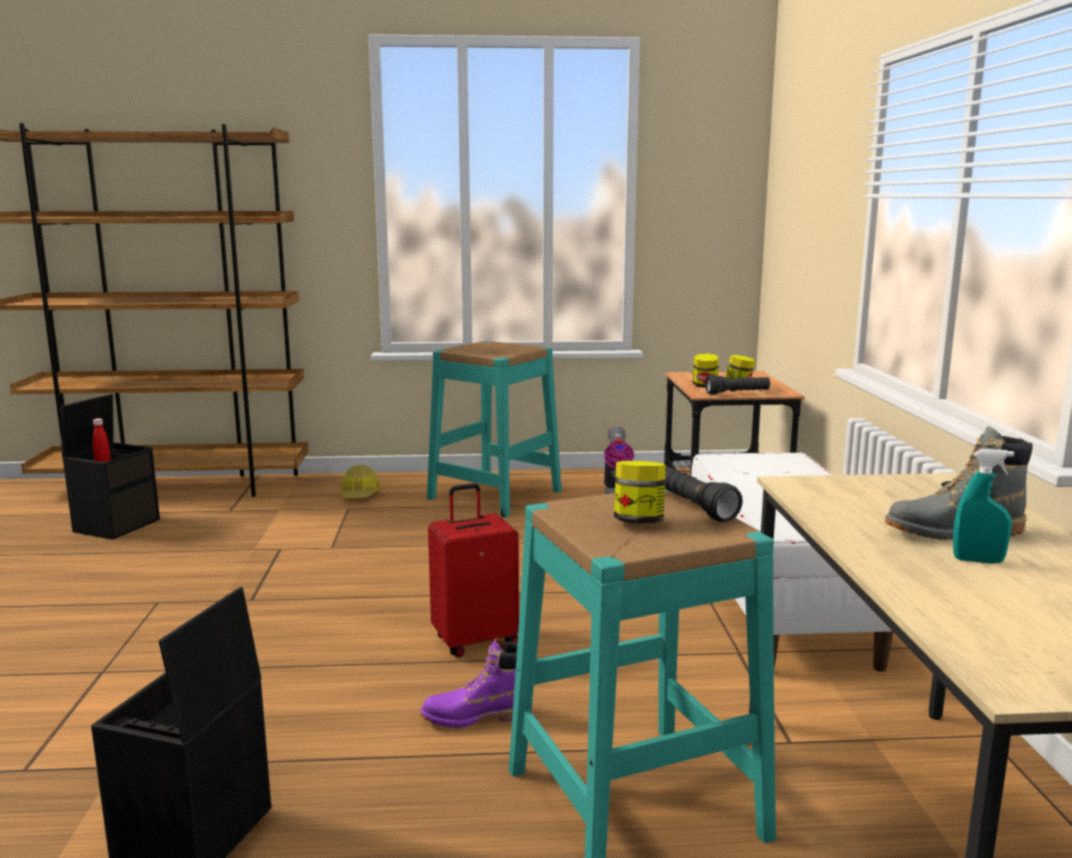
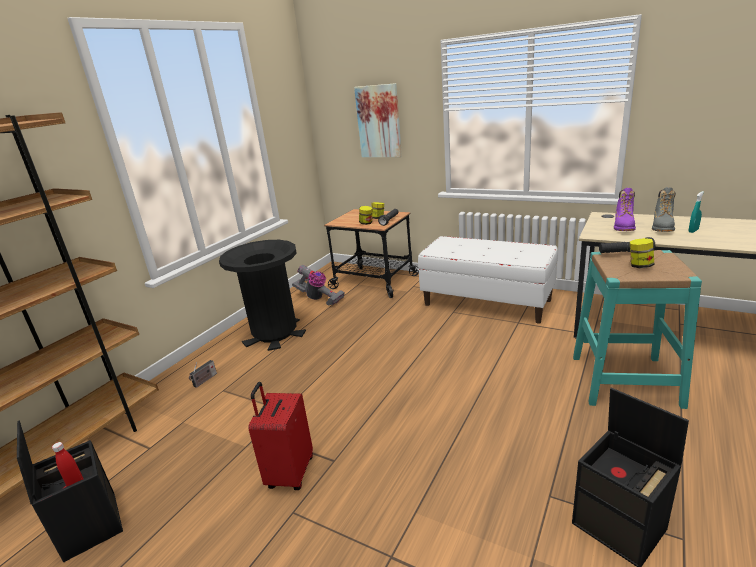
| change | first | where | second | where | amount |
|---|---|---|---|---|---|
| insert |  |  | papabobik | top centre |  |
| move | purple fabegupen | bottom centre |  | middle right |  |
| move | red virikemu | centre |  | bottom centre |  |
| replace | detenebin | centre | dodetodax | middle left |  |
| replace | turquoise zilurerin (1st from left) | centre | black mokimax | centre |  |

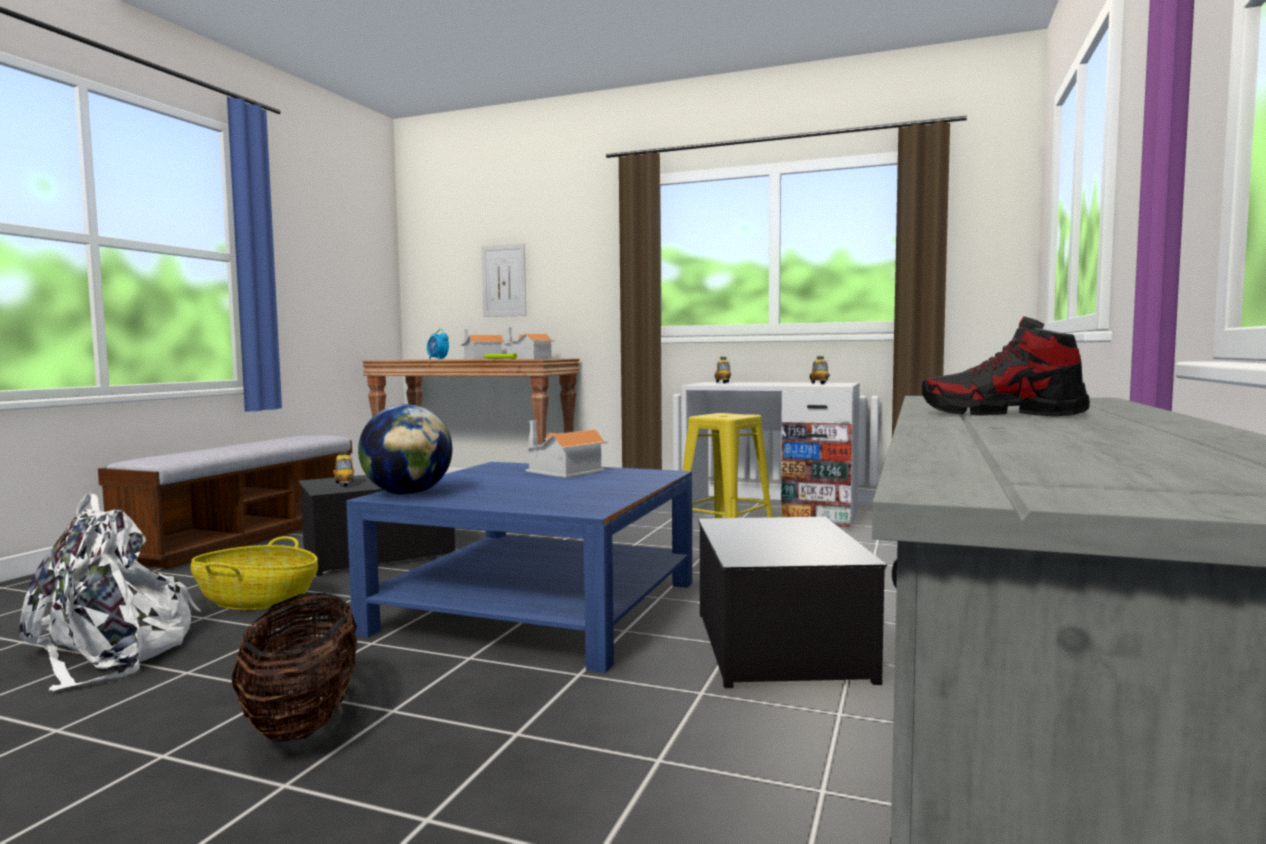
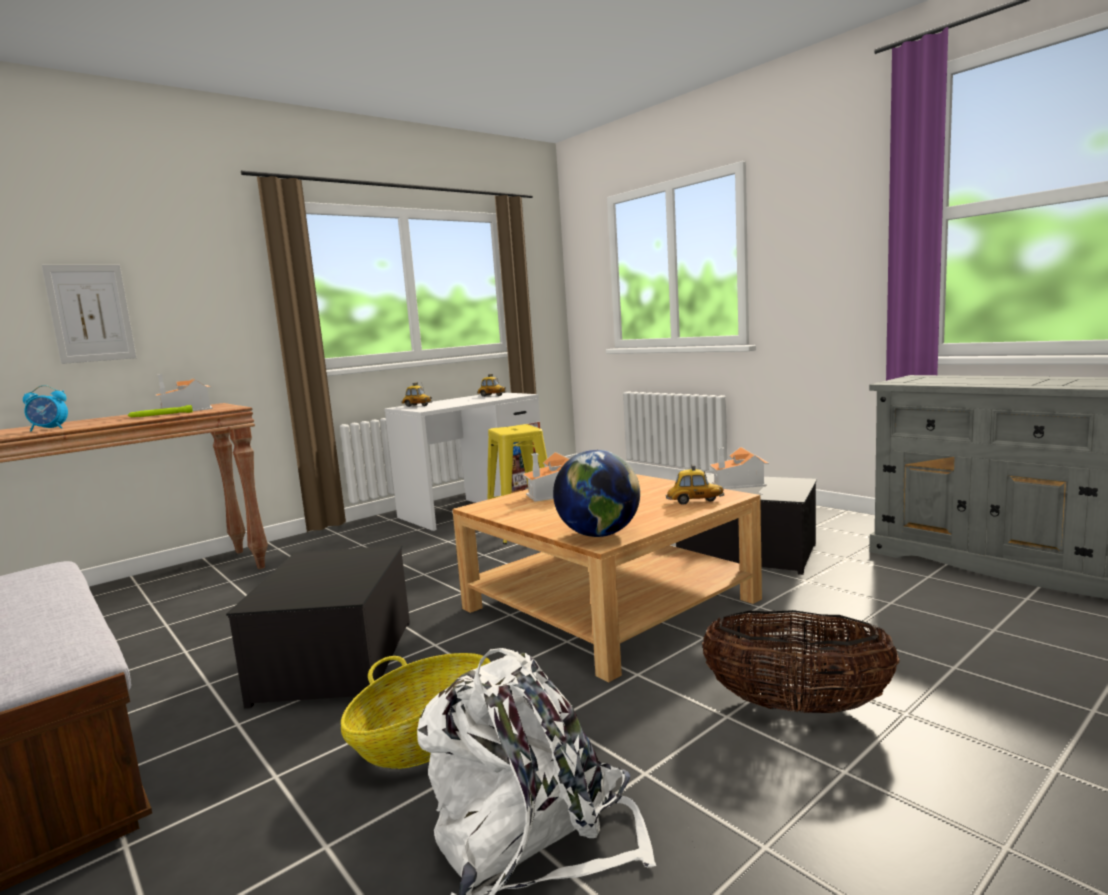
| change | first | where | second | where | amount |
|---|---|---|---|---|---|
| delete | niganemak | middle right |  |  |  |
| move | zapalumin (1st from left in the first image) | middle left | zapalumin (3rd from left) | centre |  |
| move | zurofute (1st from left in the first image) | centre | zurofute (3rd from left) | middle right |  |
| recolor | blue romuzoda | bottom centre | beige romuzoda | centre |  |

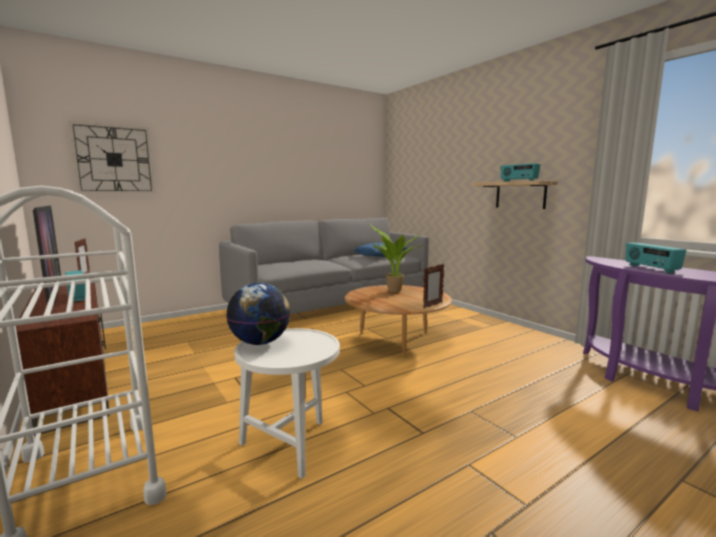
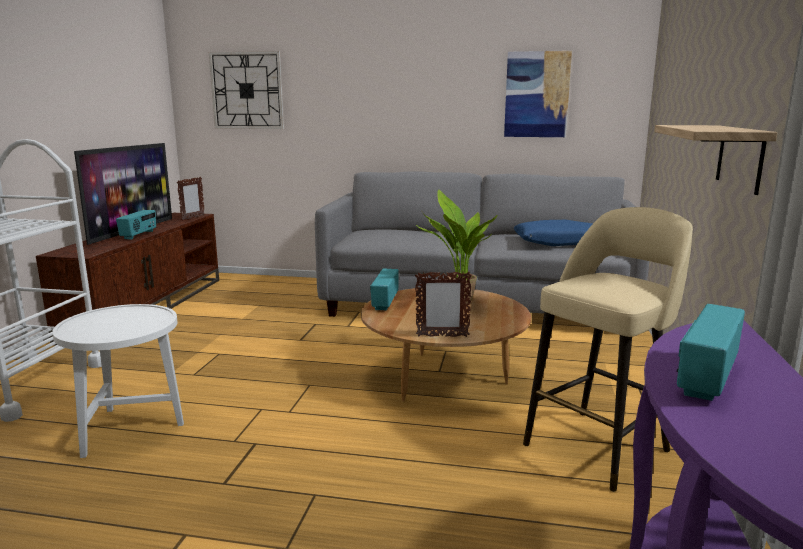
| change | first | where | second | where | amount |
|---|---|---|---|---|---|
| delete | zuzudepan | centre |  |  |  |
| insert |  |  | papabobik | top right |  |
| insert |  |  | beige zilurerin | middle right |  |
| move | dodetodax (2nd from left) | top right |  | centre |  |

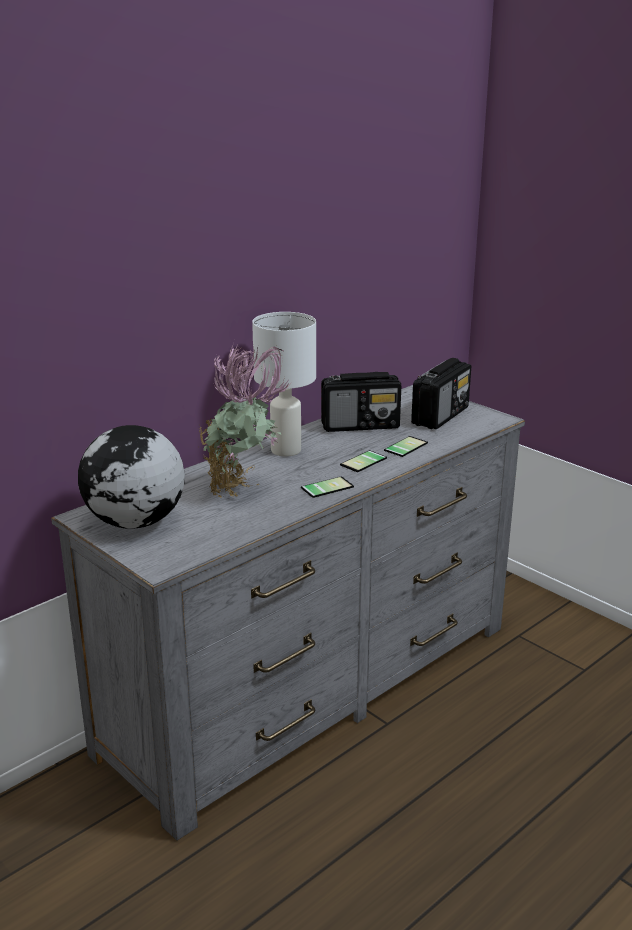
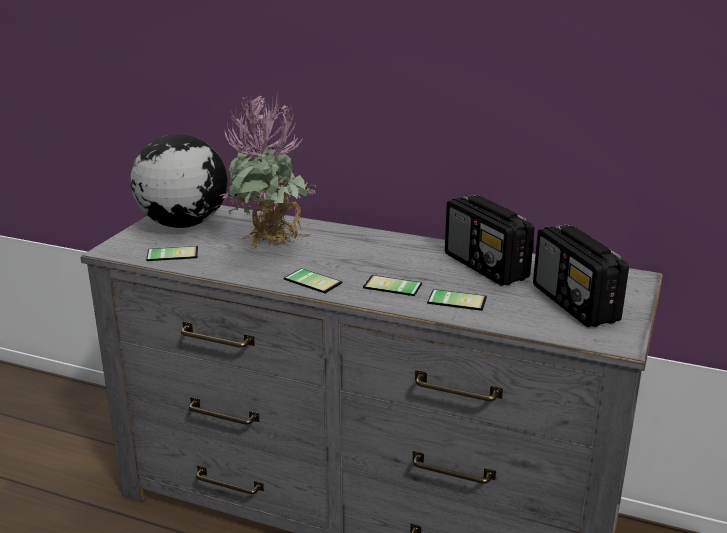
| change | first | where | second | where | amount |
|---|---|---|---|---|---|
| delete | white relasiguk | centre |  |  |  |
| insert |  |  | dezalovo (1st from left) | middle left |  |
| rotate | dodetodax (2nd from left) | middle right |  | middle right | 60 degrees clockwise |

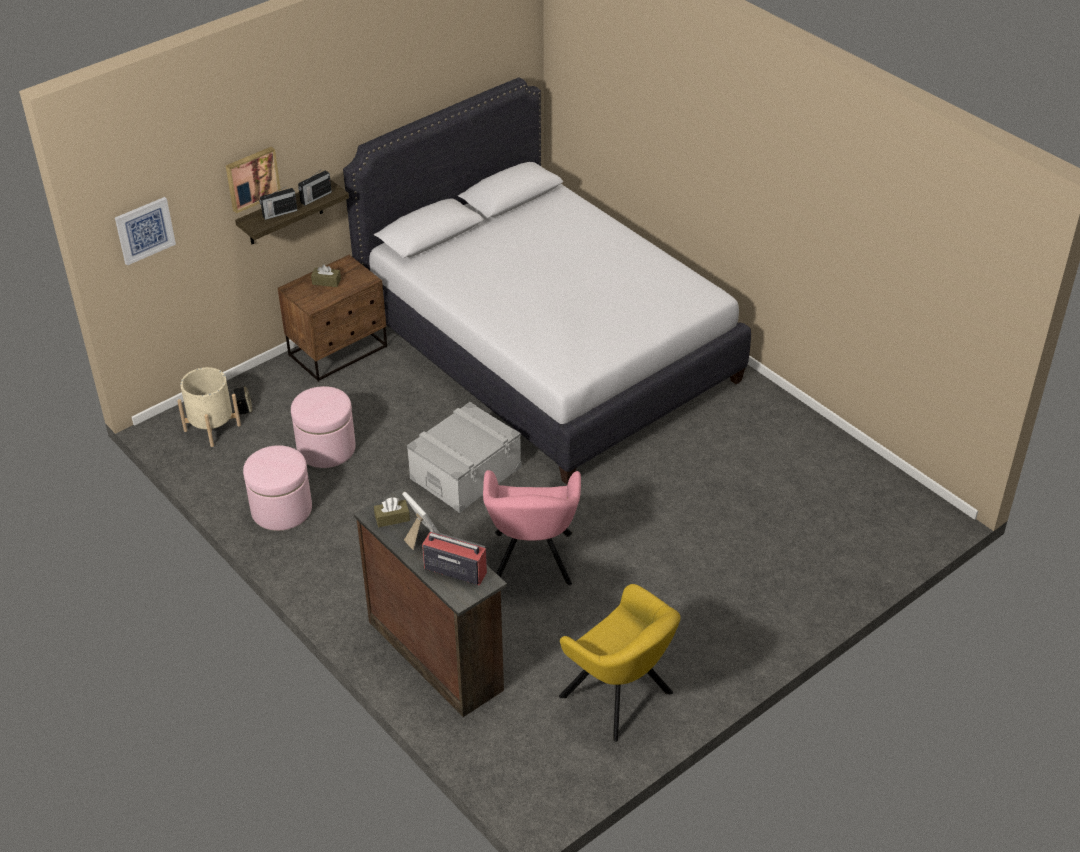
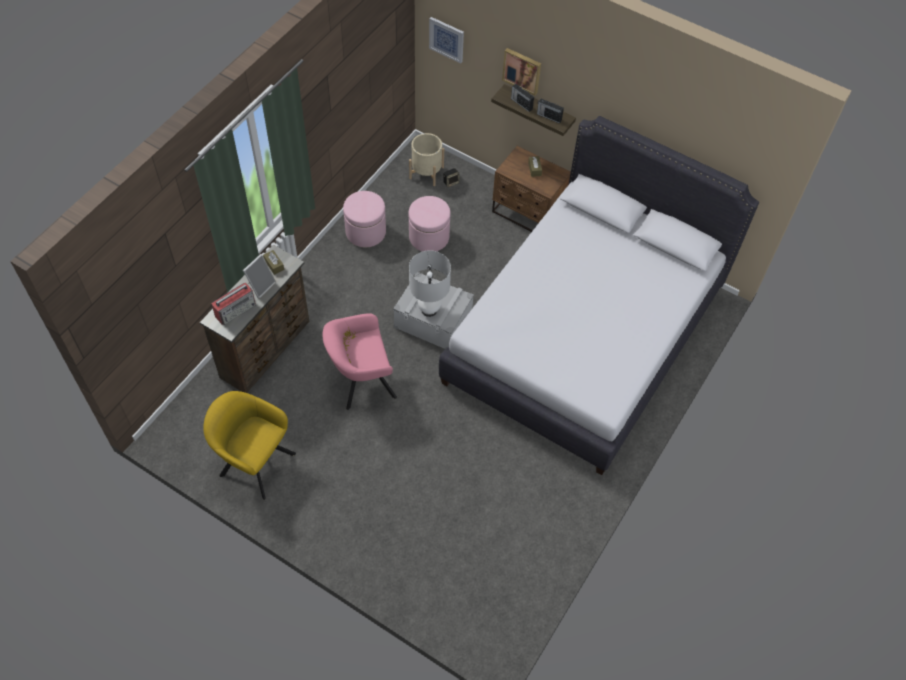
| change | first | where | second | where | amount |
|---|---|---|---|---|---|
| insert |  |  | white relasiguk | centre |  |
| rotate | dodetodax (3rd from left in the first image) | centre | dodetodax (1st from left) | middle left | 45 degrees clockwise |
| rotate | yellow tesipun | bottom centre |  | middle left | 90 degrees clockwise |

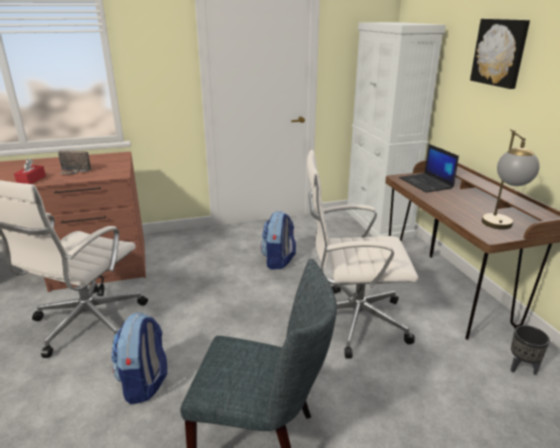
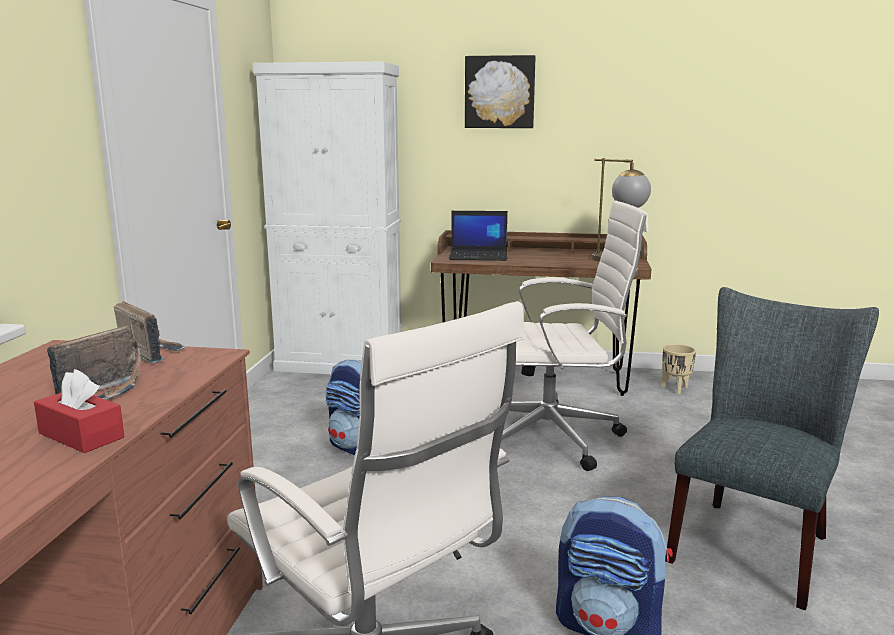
| change | first | where | second | where | amount |
|---|---|---|---|---|---|
| insert |  |  | dodetodax (2nd from left) | middle left |  |
| recolor | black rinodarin | bottom right | beige rinodarin | middle right |  |
| rotate | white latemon (2nd from left) | centre |  | centre | 120 degrees counterclockwise |

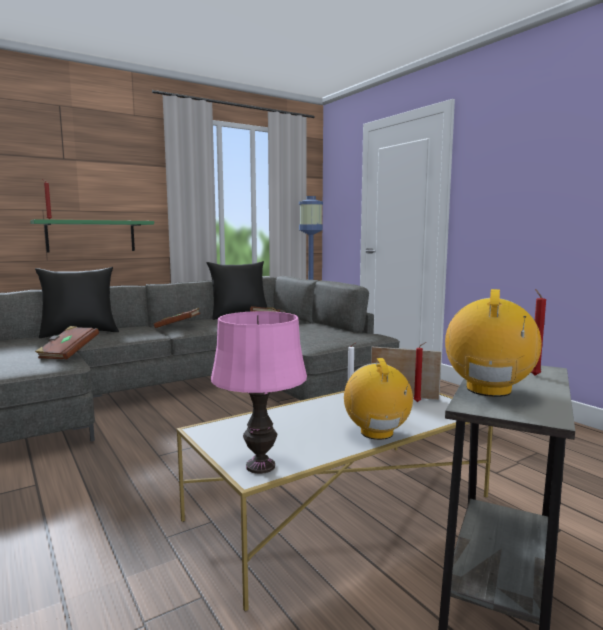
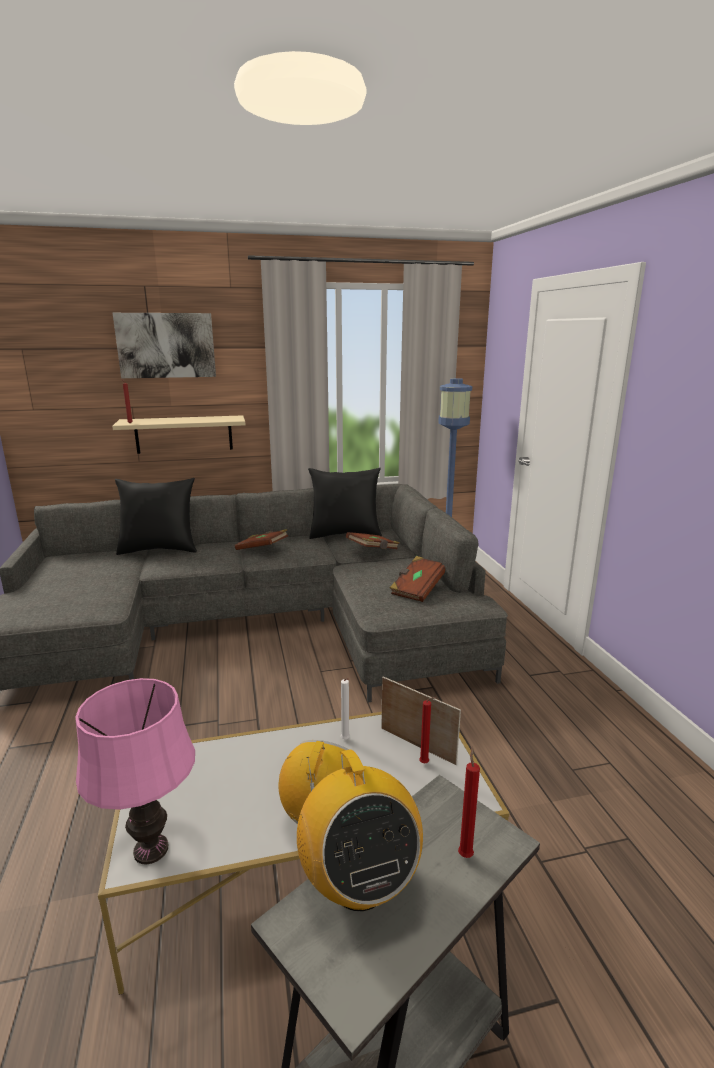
| change | first | where | second | where | amount |
|---|---|---|---|---|---|
| insert |  |  | papabobik | top left |  |
| move | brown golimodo (1st from left in the first image) | middle left | brown golimodo (3rd from left) | centre |  |
| recolor | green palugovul | middle left | beige palugovul | middle left |  |
| rotate | dodetodax (2nd from left) | middle right |  | bottom centre | 120 degrees clockwise |

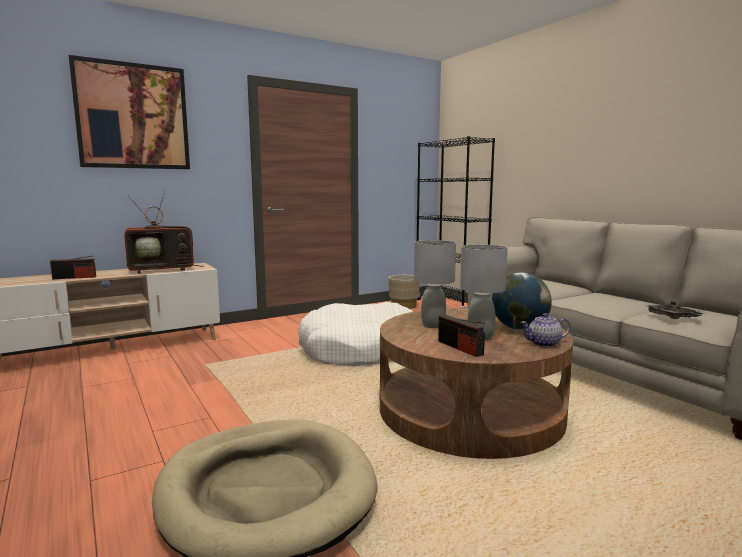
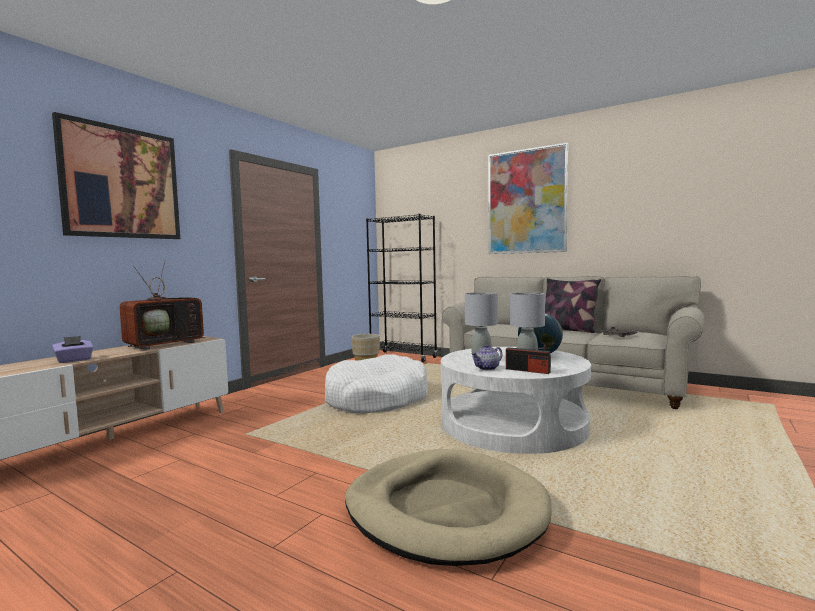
| change | first | where | second | where | amount |
|---|---|---|---|---|---|
| insert |  |  | papabobik (2nd from left) | top centre |  |
| insert |  |  | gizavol | middle right |  |
| move | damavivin | middle right |  | centre |  |
| replace | dodetodax (1st from left) | middle left | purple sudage | middle left |  |
| recolor | brown romuzoda | bottom centre | white romuzoda | centre |  |

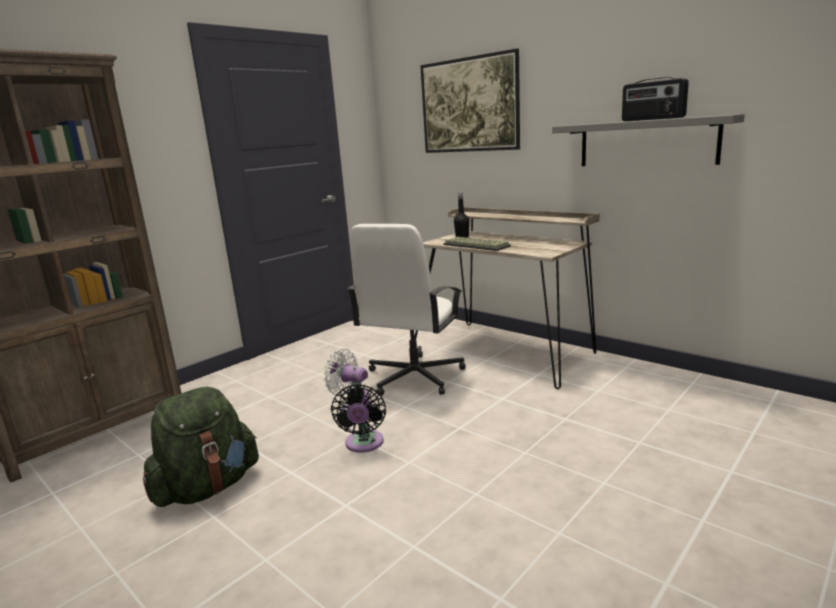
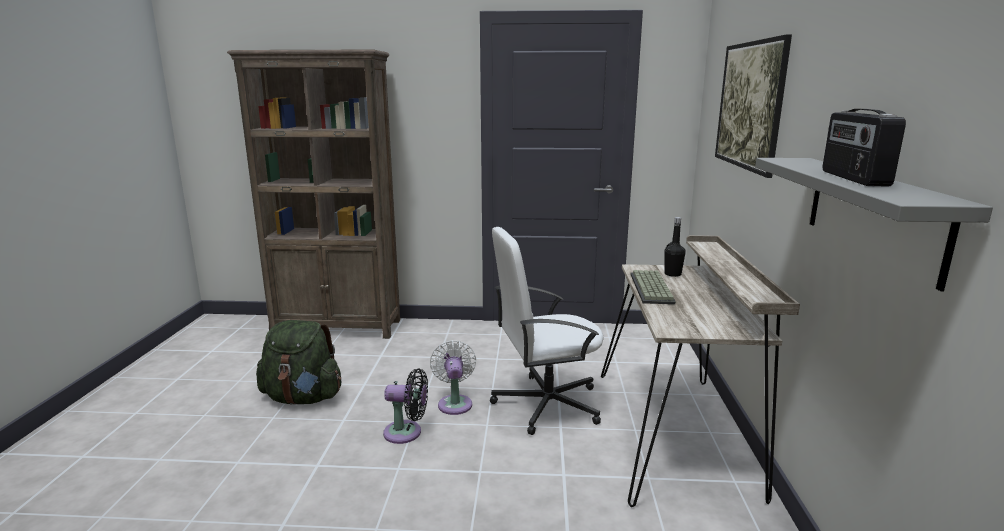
| change | first | where | second | where | amount |
|---|---|---|---|---|---|
| rotate | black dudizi | bottom centre |  | bottom centre | 135 degrees counterclockwise |

